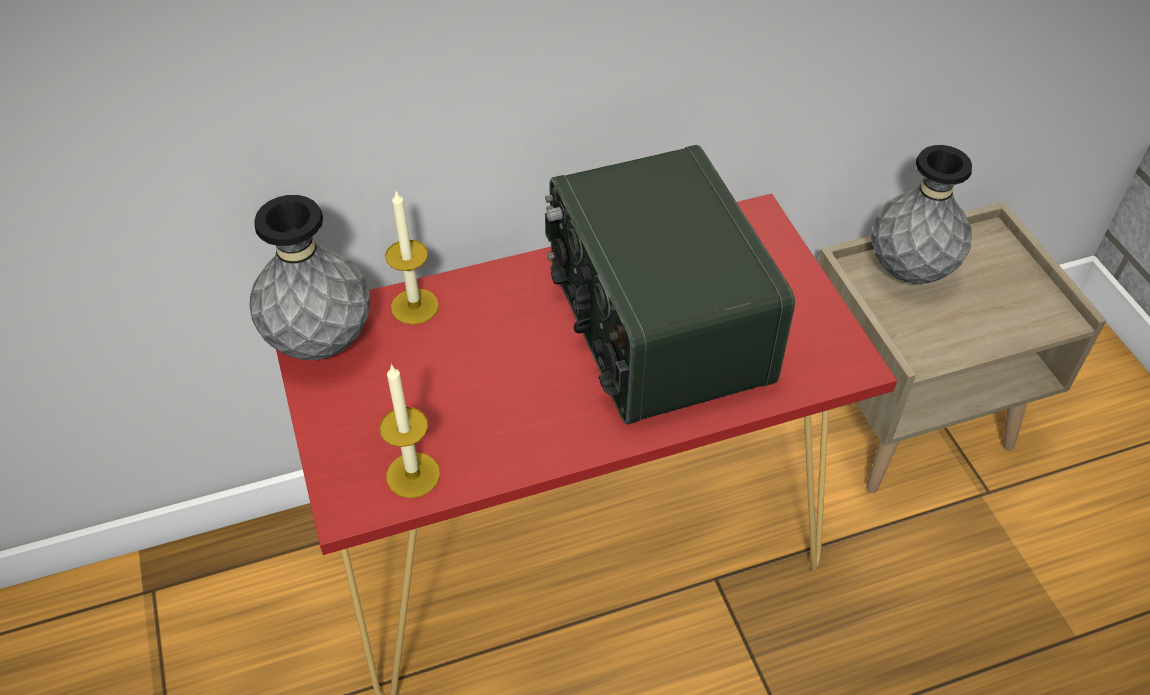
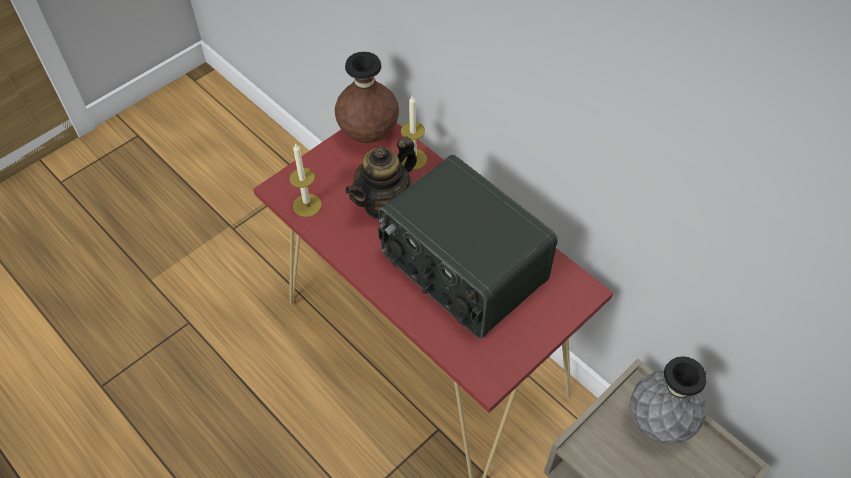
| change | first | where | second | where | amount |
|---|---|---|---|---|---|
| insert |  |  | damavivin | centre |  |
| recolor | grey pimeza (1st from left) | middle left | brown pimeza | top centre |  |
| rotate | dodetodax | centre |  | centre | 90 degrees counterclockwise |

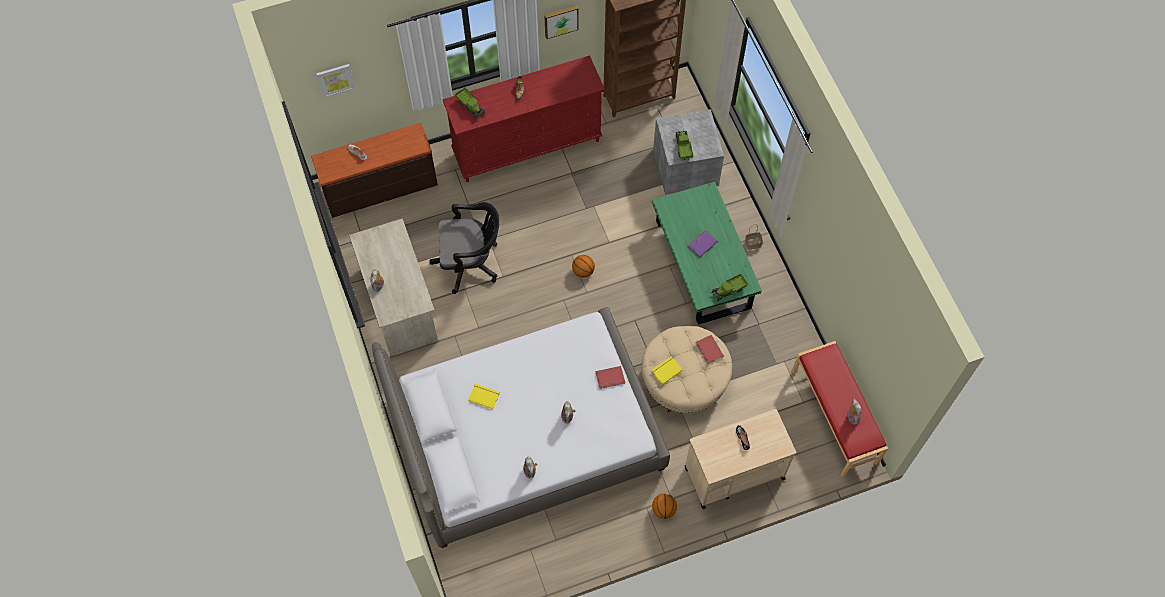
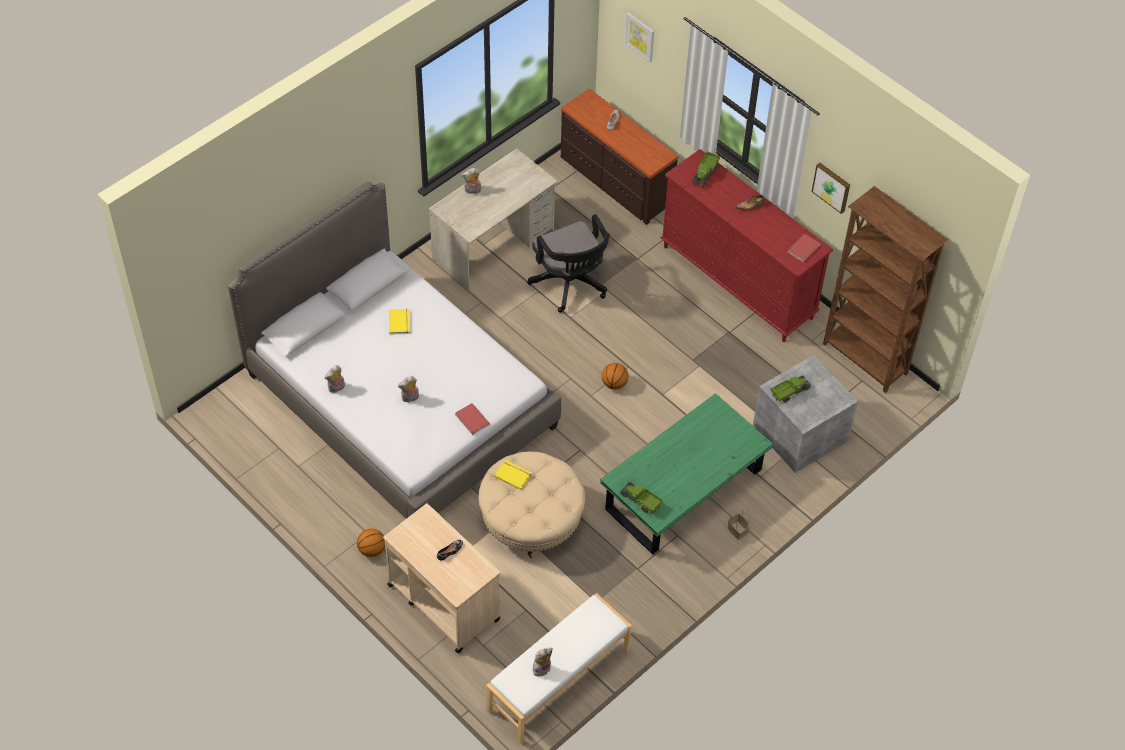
| change | first | where | second | where | amount |
|---|---|---|---|---|---|
| delete | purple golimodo | centre |  |  |  |
| move | red golimodo (2nd from left) | centre |  | top right |  |
| recolor | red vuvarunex | bottom right | white vuvarunex | bottom centre |  |

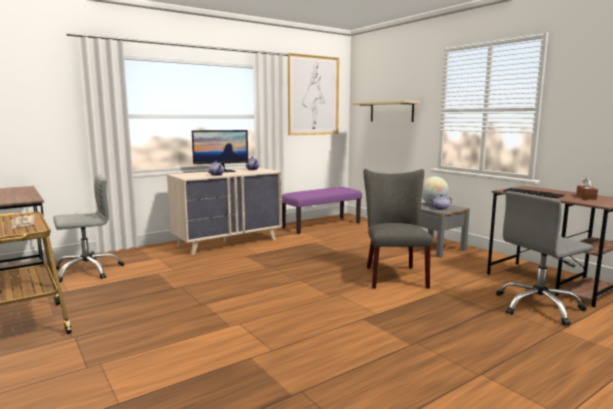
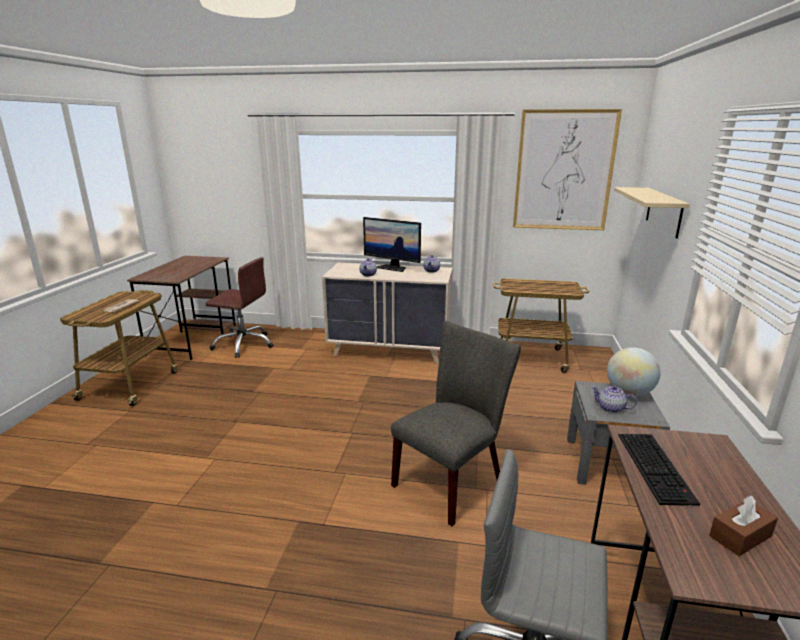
| change | first | where | second | where | amount |
|---|---|---|---|---|---|
| replace | purple vuvarunex | centre | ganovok (2nd from left) | middle right |  |
| recolor | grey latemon (1st from left) | middle left | brown latemon | middle left |  |

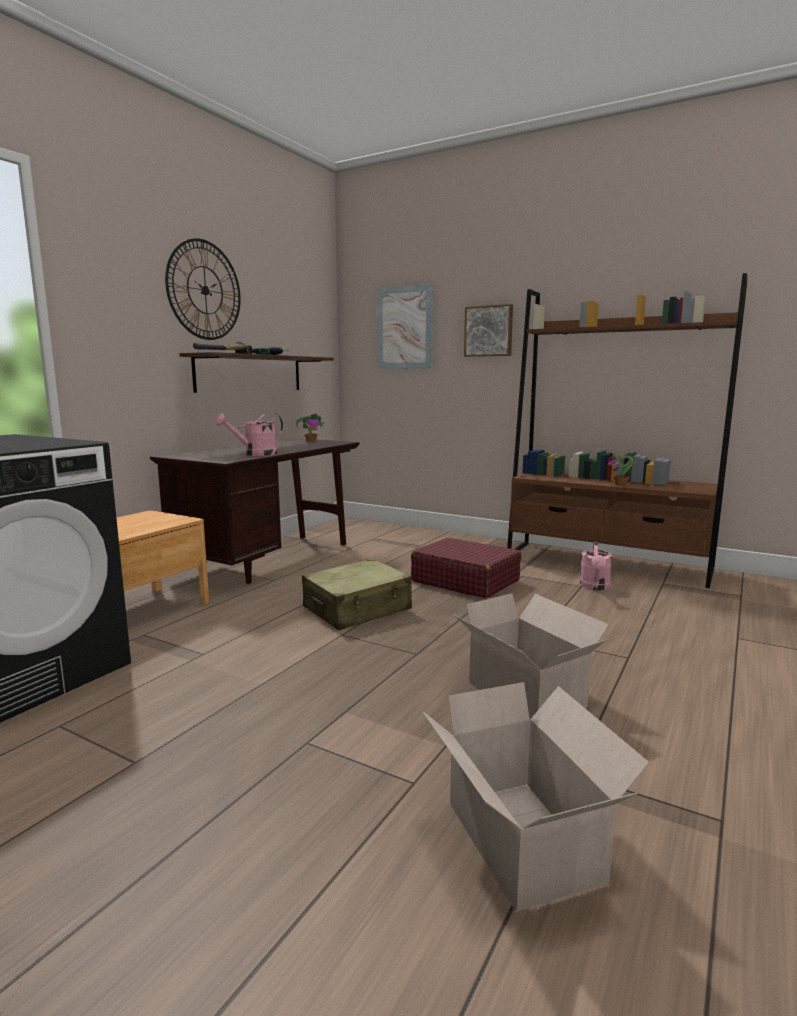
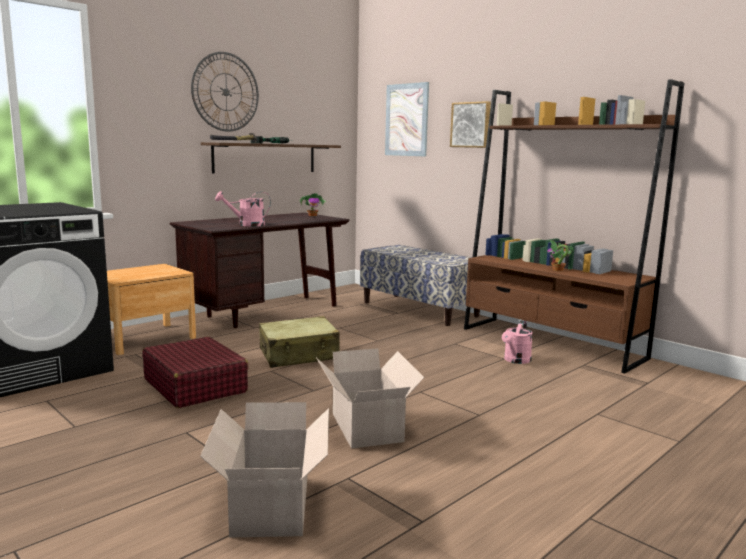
| change | first | where | second | where | amount |
|---|---|---|---|---|---|
| insert |  |  | vuvarunex | centre |  |
| move | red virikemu | centre |  | middle left |  |

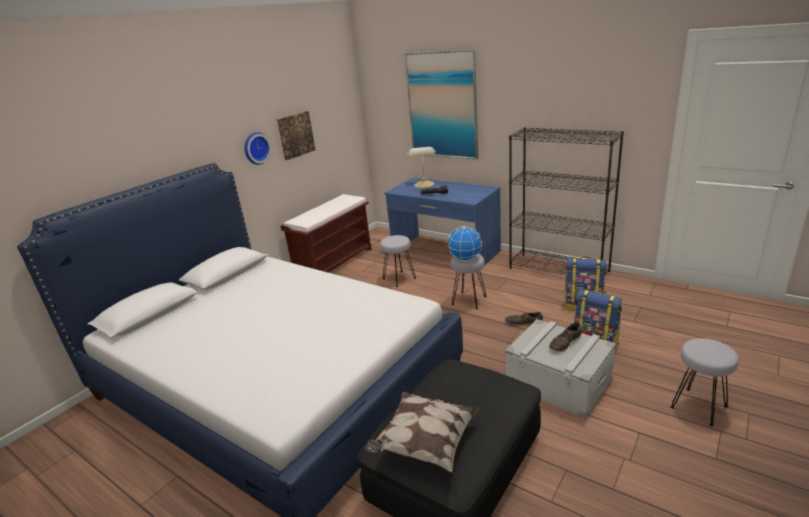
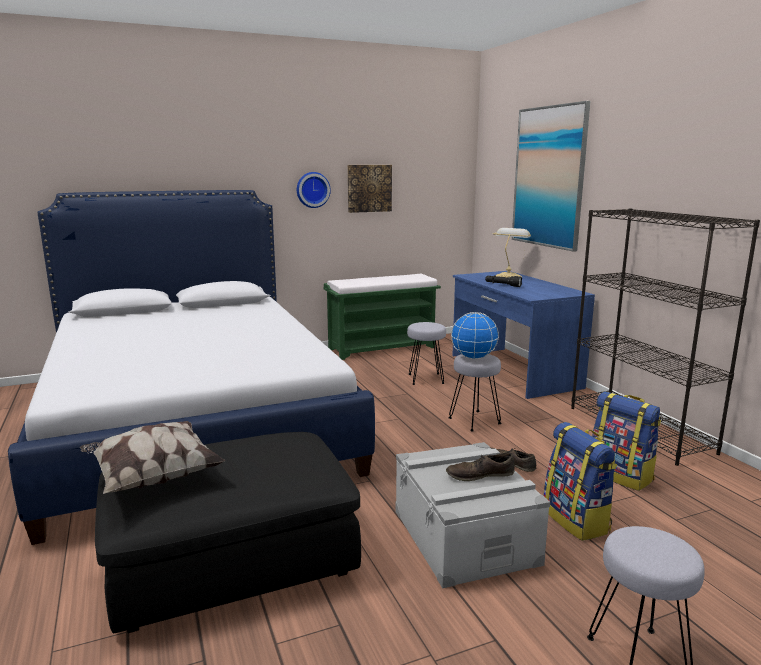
| change | first | where | second | where | amount |
|---|---|---|---|---|---|
| recolor | brown vuvarunex | centre | green vuvarunex | centre |  |

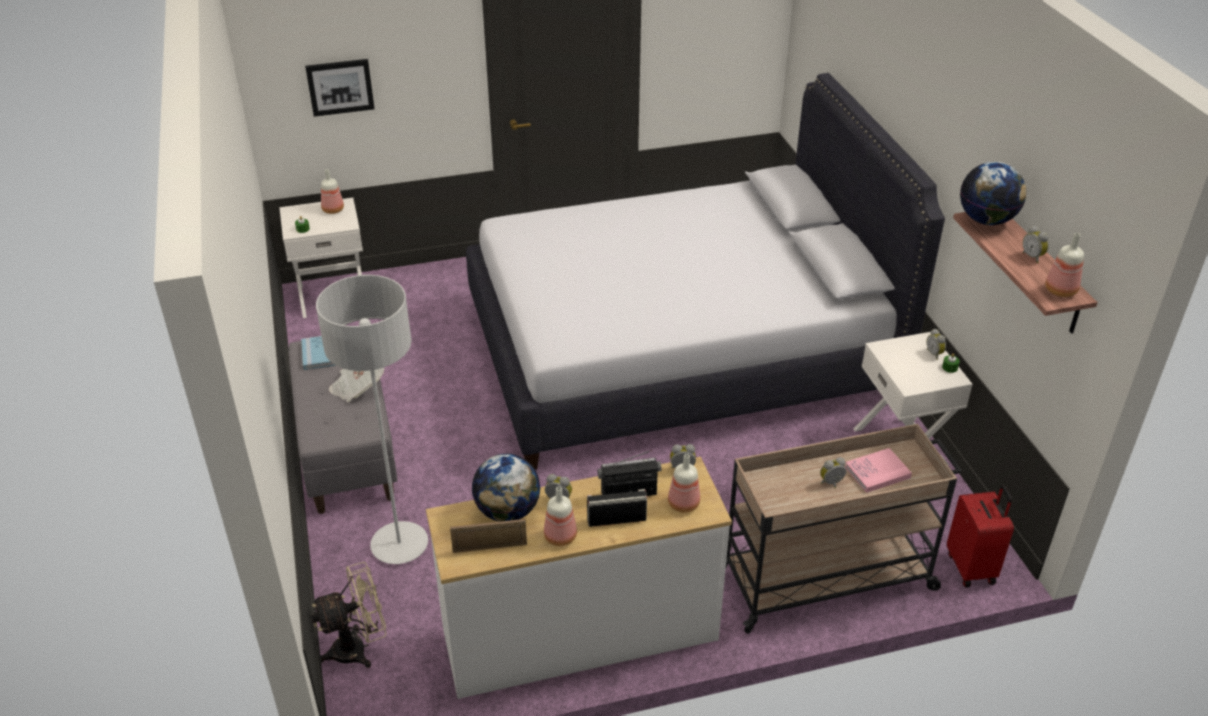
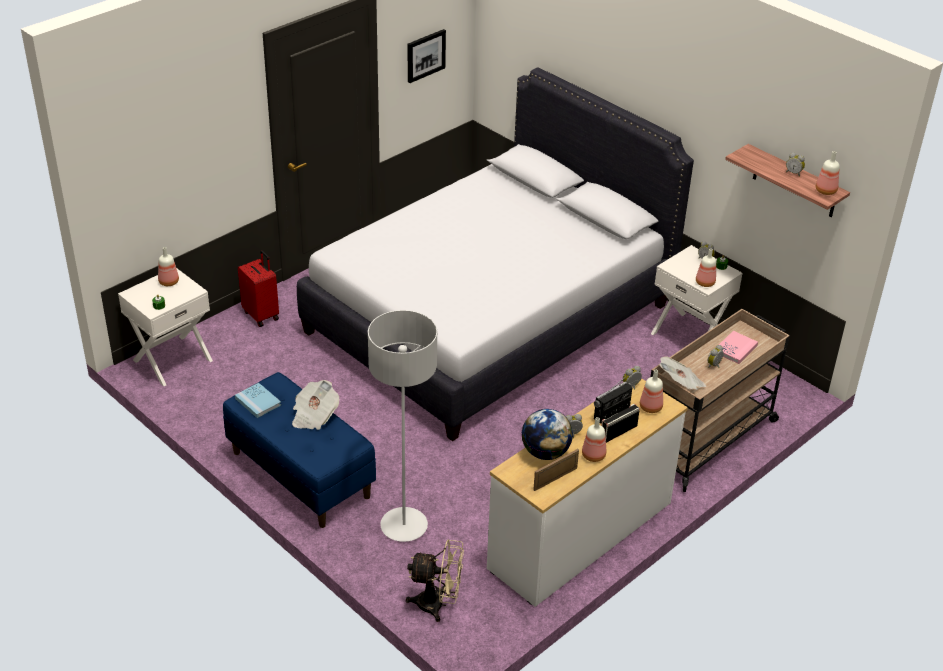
| change | first | where | second | where | amount |
|---|---|---|---|---|---|
| delete | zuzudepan (2nd from left) | top right |  |  |  |
| insert |  |  | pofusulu (2nd from left) | middle right |  |
| insert |  |  | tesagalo (4th from left) | middle right |  |
| move | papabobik | top left |  | top centre |  |
| move | red virikemu | bottom right |  | middle left |  |
| recolor | grey vuvarunex | middle left | blue vuvarunex | bottom left |  |
| rotate | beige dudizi | bottom left |  | bottom centre | 60 degrees clockwise |

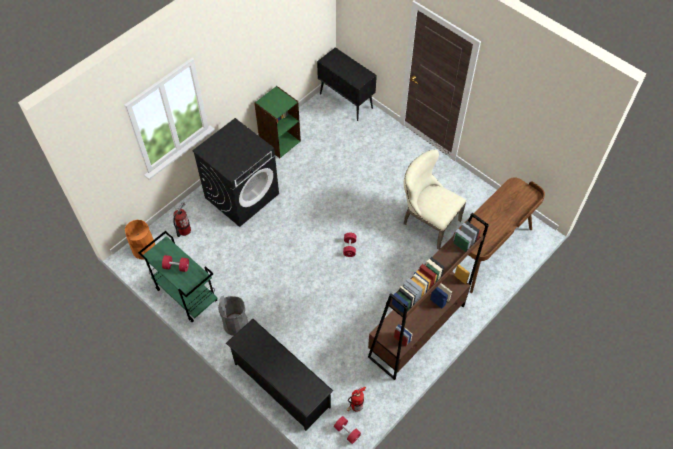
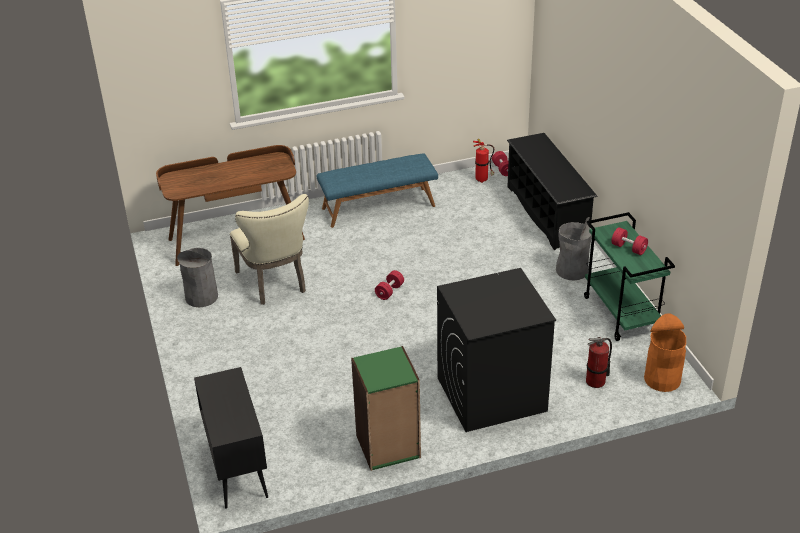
| change | first | where | second | where | amount |
|---|---|---|---|---|---|
| insert |  |  | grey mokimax (1st from left) | middle left |  |
| replace | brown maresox | centre | blue vuvarunex | centre |  |

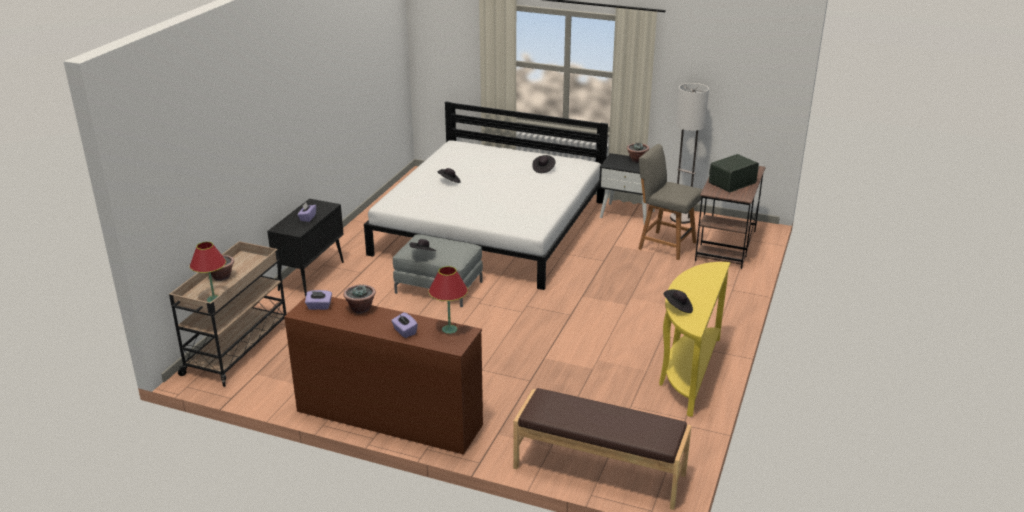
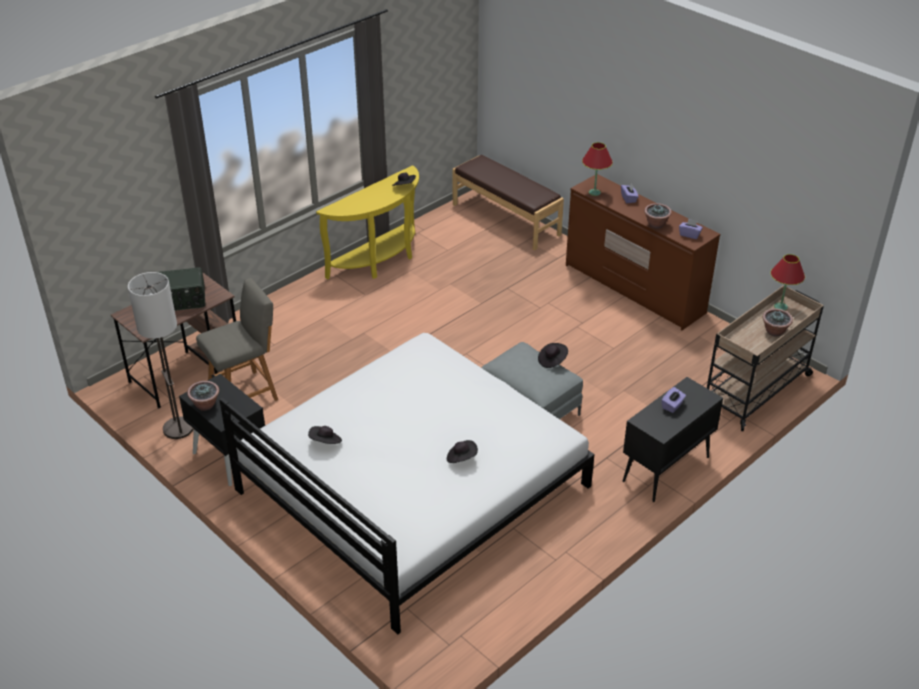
| change | first | where | second | where | amount |
|---|---|---|---|---|---|
| rotate | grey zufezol | centre |  | middle left | 90 degrees counterclockwise |

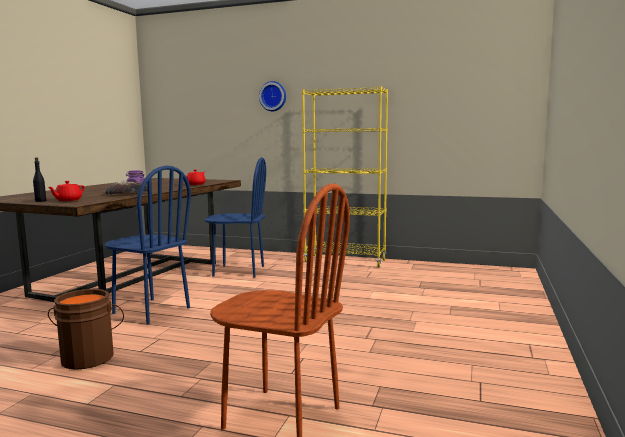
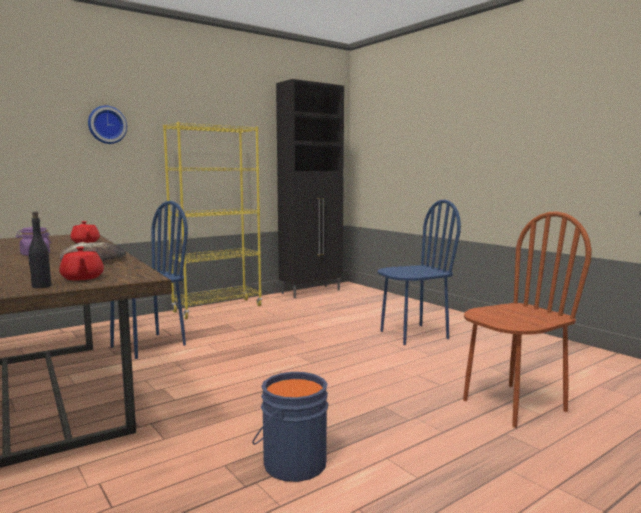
| change | first | where | second | where | amount |
|---|---|---|---|---|---|
| insert |  |  | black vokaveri | centre |  |
| move | blue zufezol (1st from left in the first image) | middle left | blue zufezol (2nd from left) | centre |  |
| recolor | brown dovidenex | bottom left | blue dovidenex | bottom centre |  |

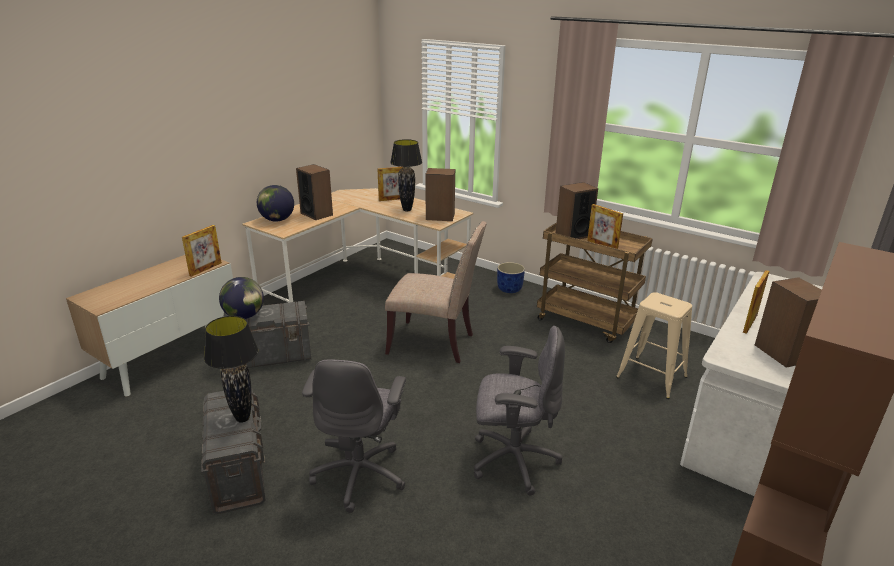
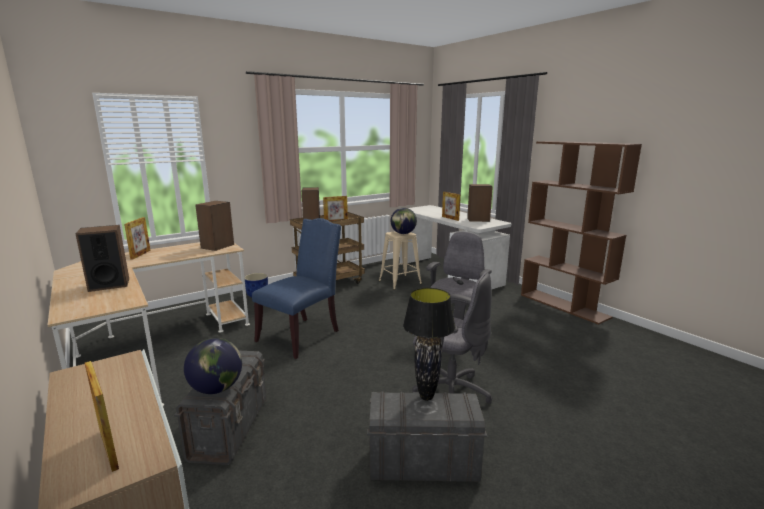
| change | first | where | second | where | amount |
|---|---|---|---|---|---|
| delete | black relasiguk (2nd from left) | top centre |  |  |  |
| move | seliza (1st from left) | middle left |  | bottom left |  |
| move | zuzudepan (2nd from left) | middle left |  | centre |  |
| recolor | beige zufezol | centre | blue zufezol | centre |  |

